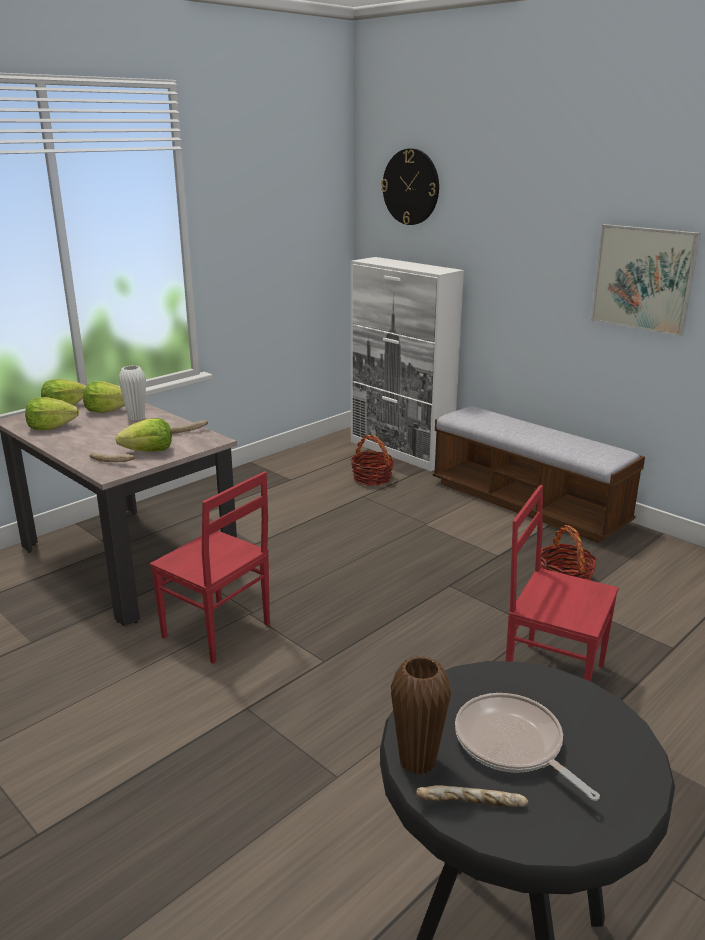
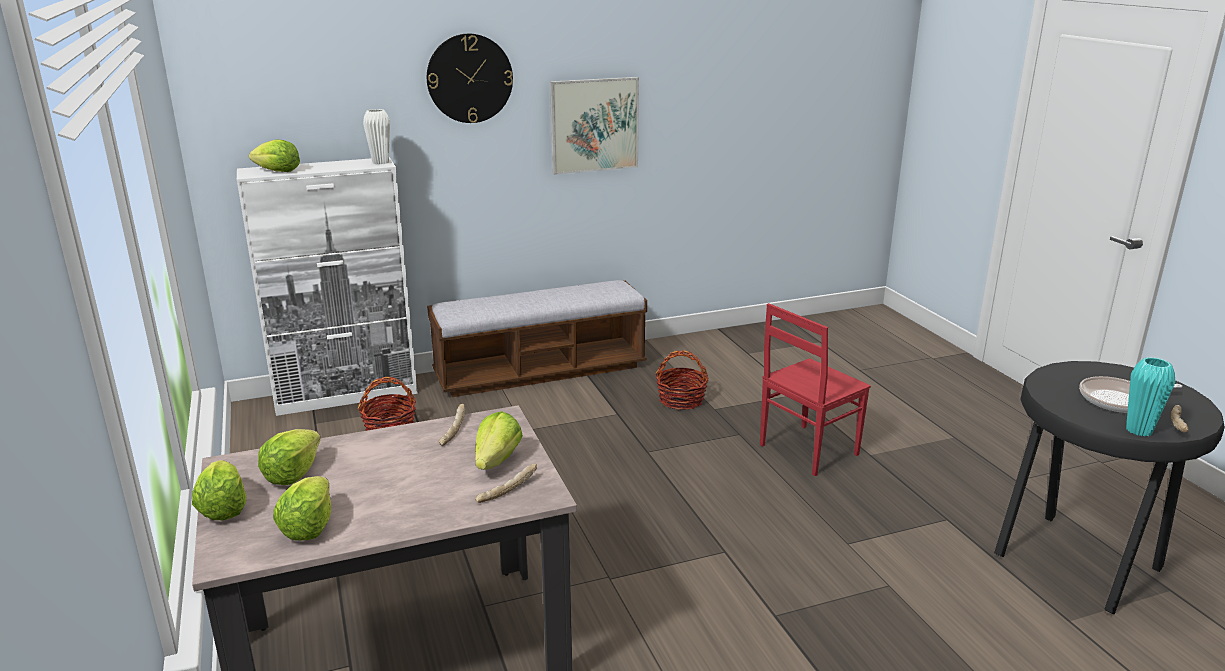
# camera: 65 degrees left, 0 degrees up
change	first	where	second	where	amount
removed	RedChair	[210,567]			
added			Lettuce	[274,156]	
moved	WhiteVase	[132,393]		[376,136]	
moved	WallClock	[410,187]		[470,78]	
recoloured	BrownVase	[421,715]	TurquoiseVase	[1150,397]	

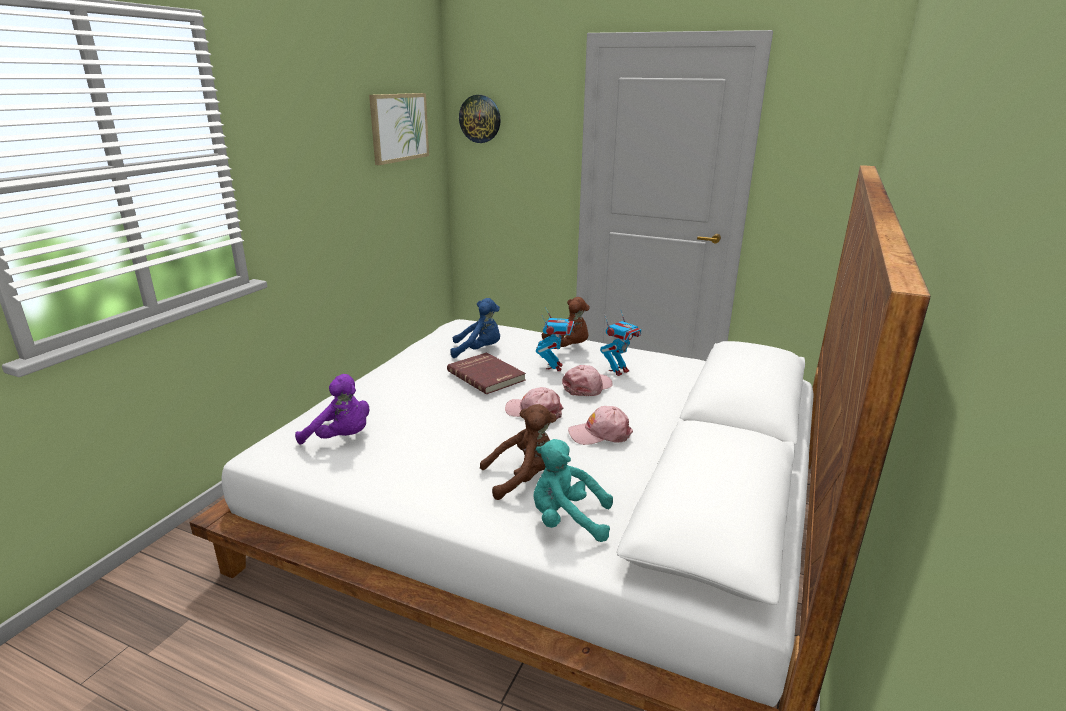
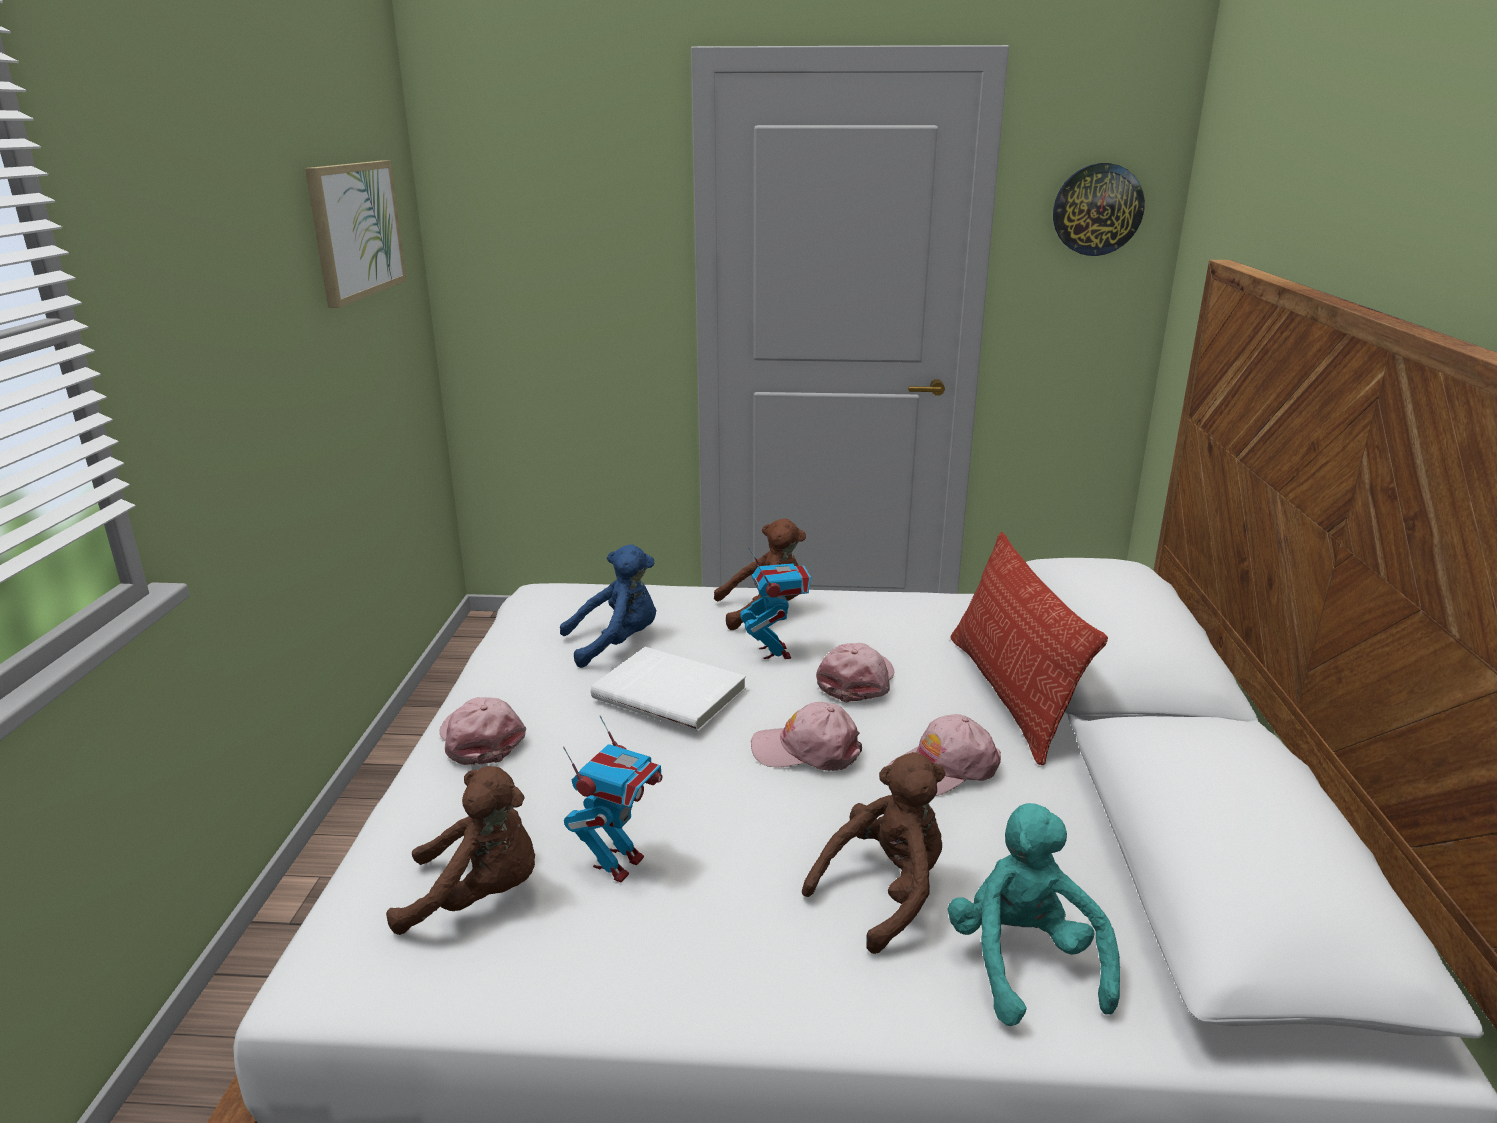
# camera: 20 degrees left, 0 degrees up
change	first	where	second	where	amount
added			PinkCap	[482,731]	
added			Pillow	[1029,648]	
moved	WallClock	[480,119]		[1099,209]	
moved	ToyRobot	[620,342]		[612,799]	
recoloured	PurplePlushToy	[332,409]	BrownPlushToy	[460,850]	
recoloured	RedBook	[486,373]	WhiteBook	[668,689]	
turned	TurquoisePlushToy	[573,490]		[1033,914]	90 degrees clockwise

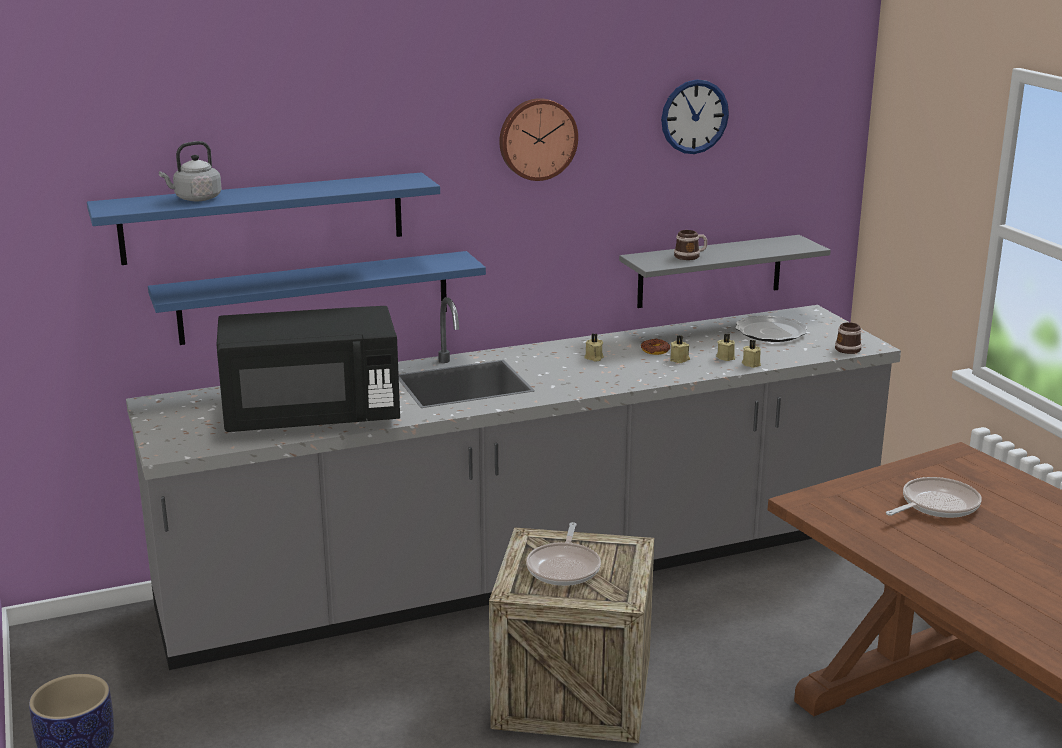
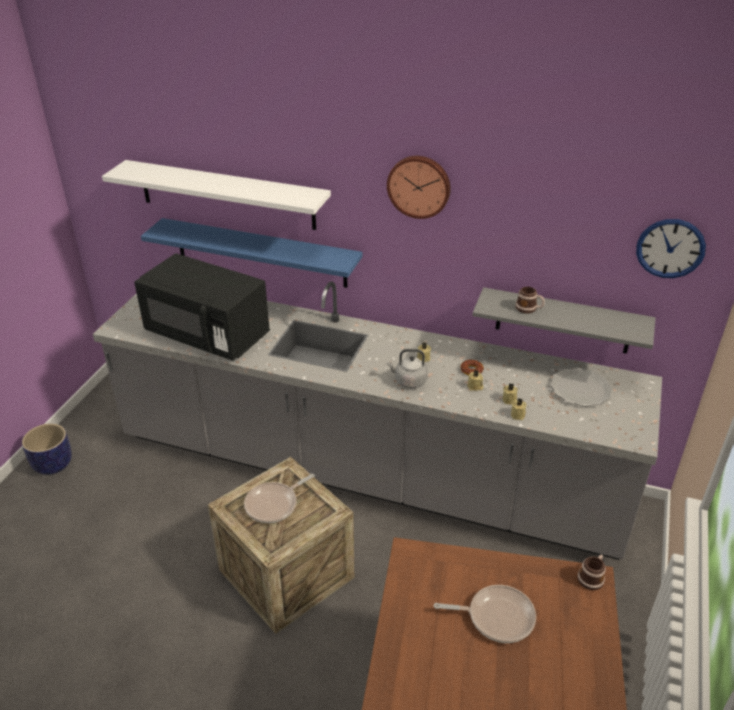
# camera: 40 degrees right, 15 degrees up
change	first	where	second	where	amount
moved	GreyKettle	[190,171]		[407,368]	
moved	WallClock	[695,116]		[671,248]	
moved	Mug	[848,338]		[592,572]	
recoloured	BlueShelf	[263,218]	WhiteShelf	[216,195]	

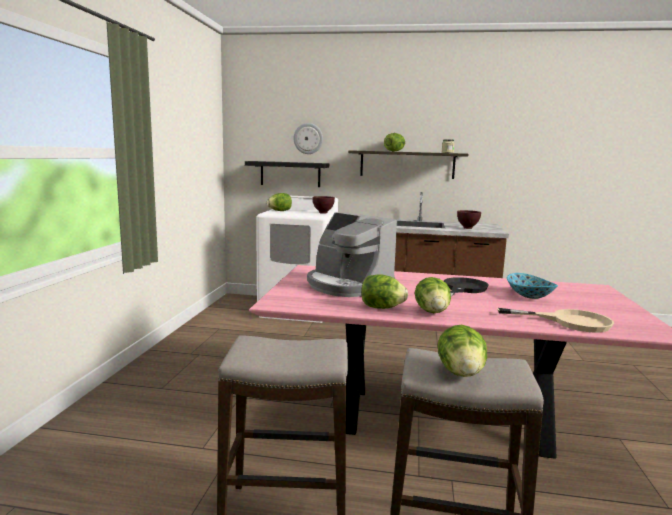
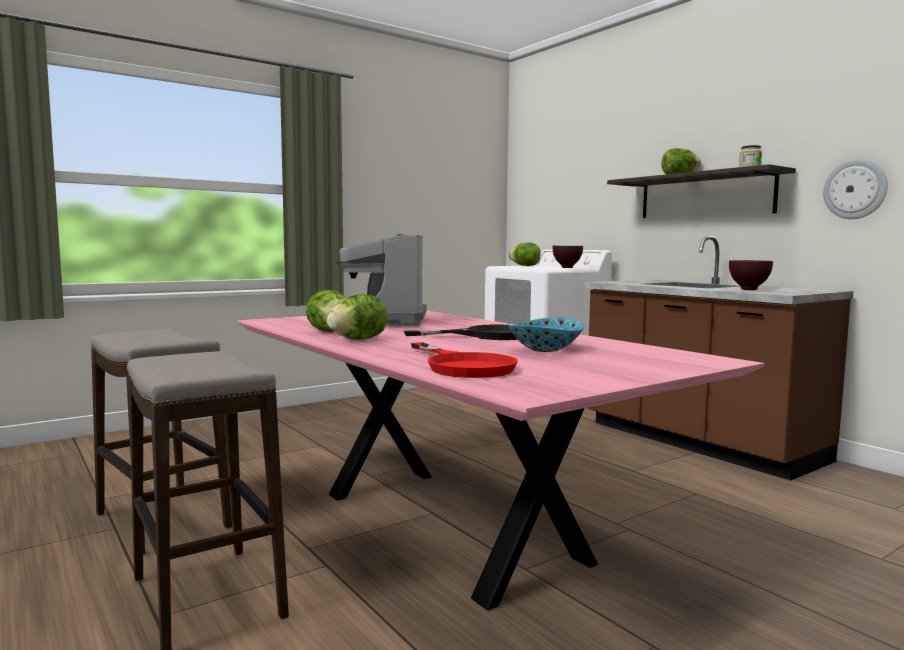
# camera: 45 degrees right, 5 degrees down
change	first	where	second	where	amount
removed	BlackShelf	[287,174]			
removed	Lettuce	[462,351]			
moved	WallClock	[308,138]		[855,189]	
recoloured	BeigeFryingPan	[555,320]	RedFryingPan	[464,360]	

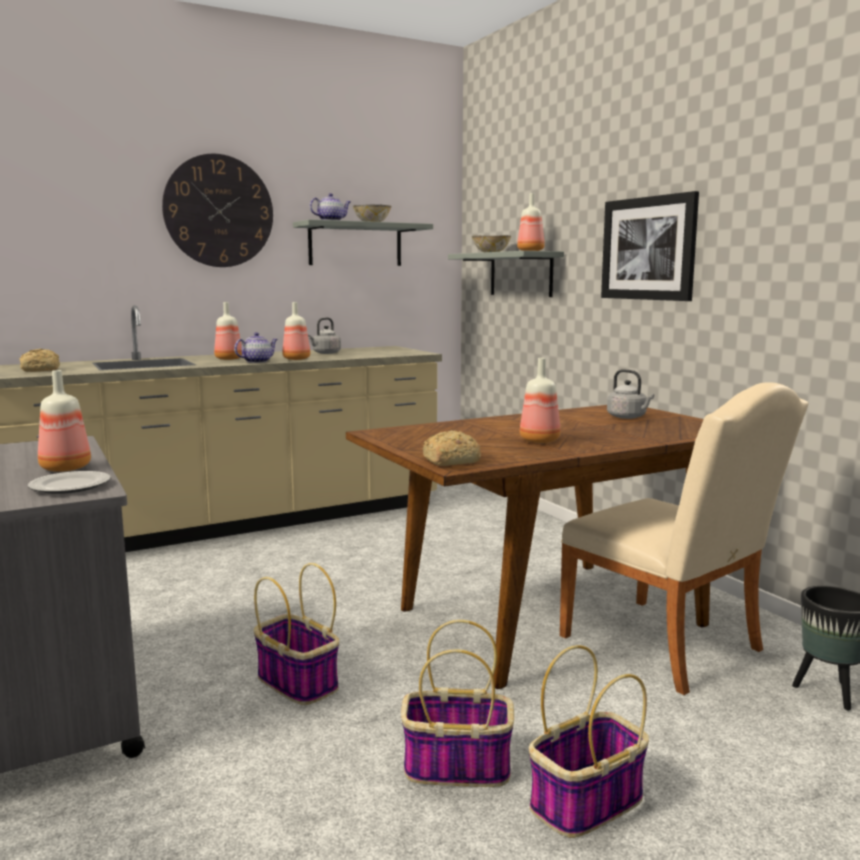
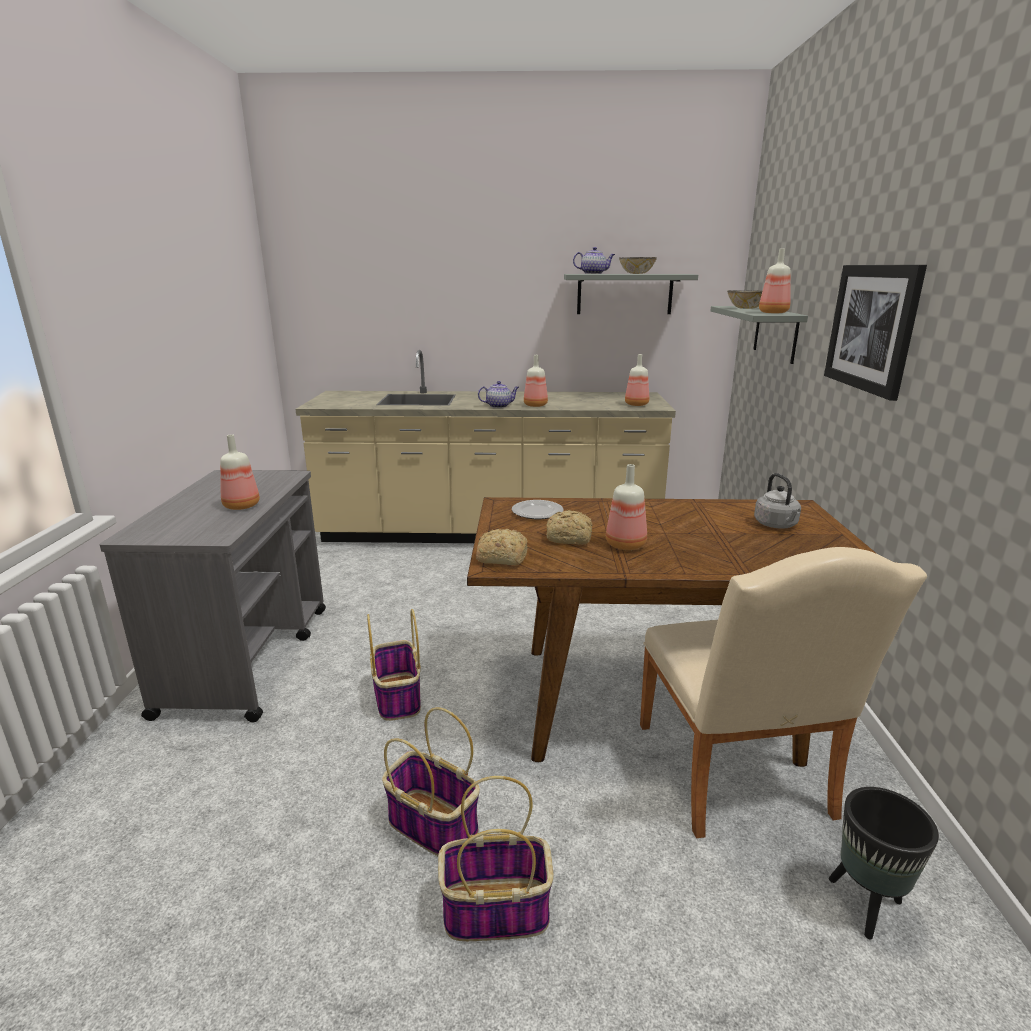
# camera: 30 degrees right, 10 degrees up
change	first	where	second	where	amount
removed	WallClock	[217,210]			
removed	GreyKettle	[324,335]			
moved	Bread	[40,360]		[569,527]	
moved	Plate	[69,482]		[538,509]	
moved	Bottle	[228,331]		[637,380]	

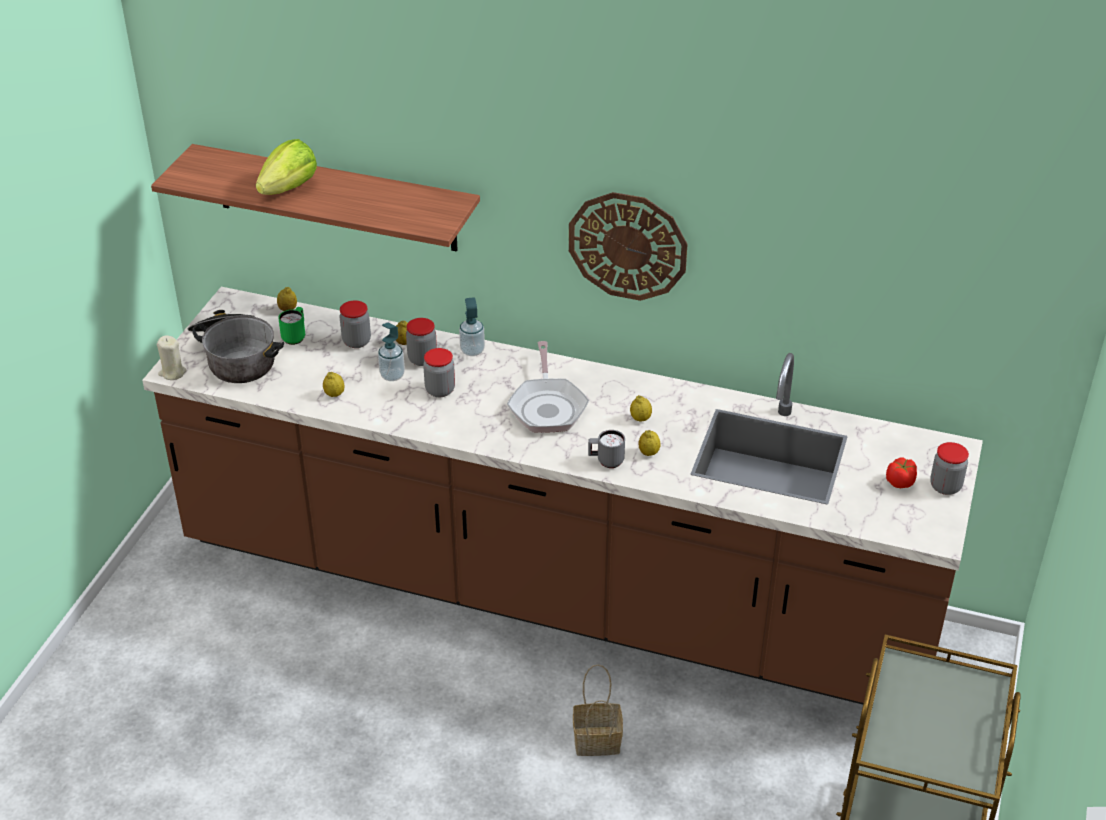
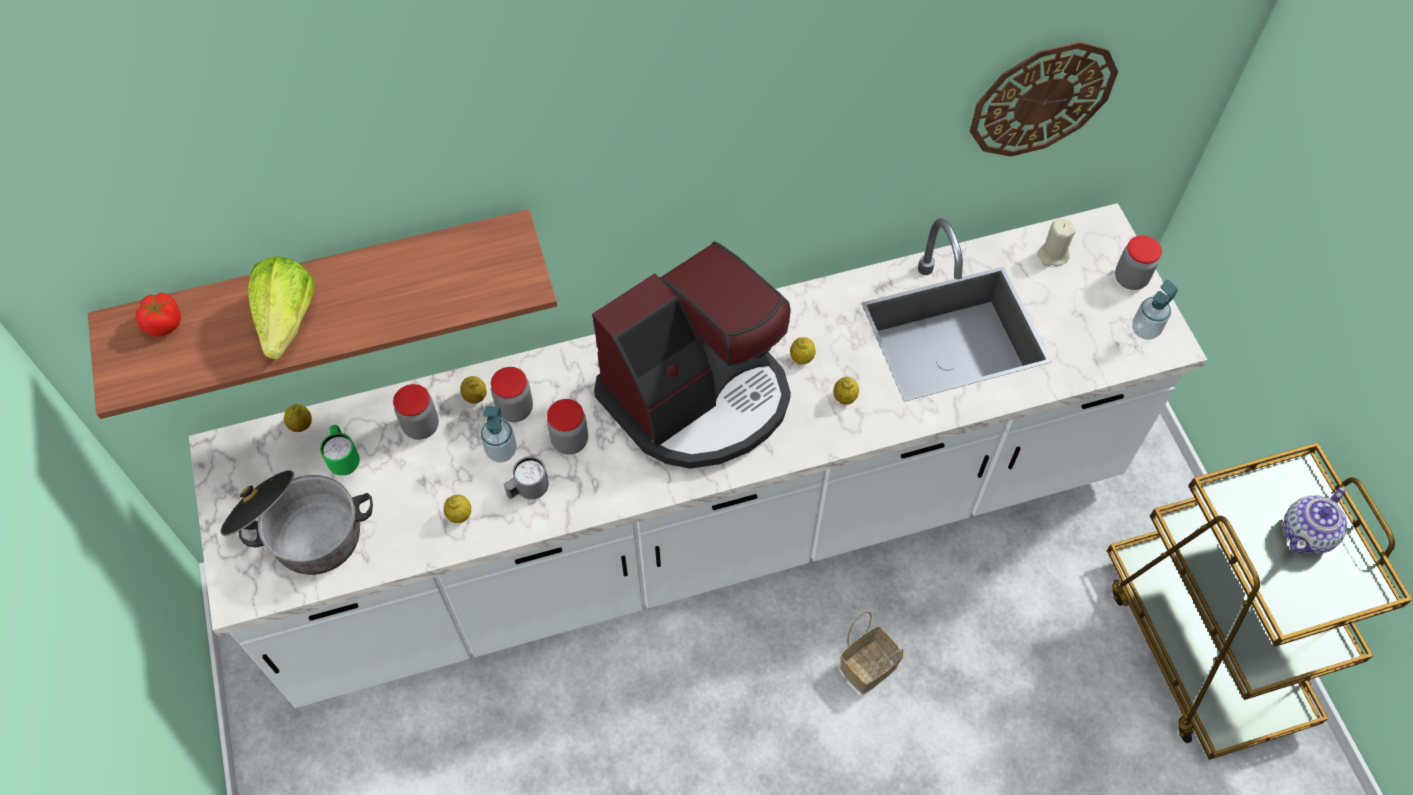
# camera: 35 degrees left, 20 degrees up
change	first	where	second	where	amount
added			Teapot	[1315,520]	
moved	BeigeCandle	[172,357]		[1057,242]	
moved	SoapDispenser	[472,326]		[1155,310]	
moved	WallClock	[628,246]		[1044,99]	
moved	GreyMug	[606,449]		[526,477]	
moved	Tomato	[901,473]		[158,315]	
replaced	FryingPan	[548,387]	CoffeeMachine	[691,355]	
recoloured	BrownCounter	[562,496]	WhiteCounter	[698,455]	

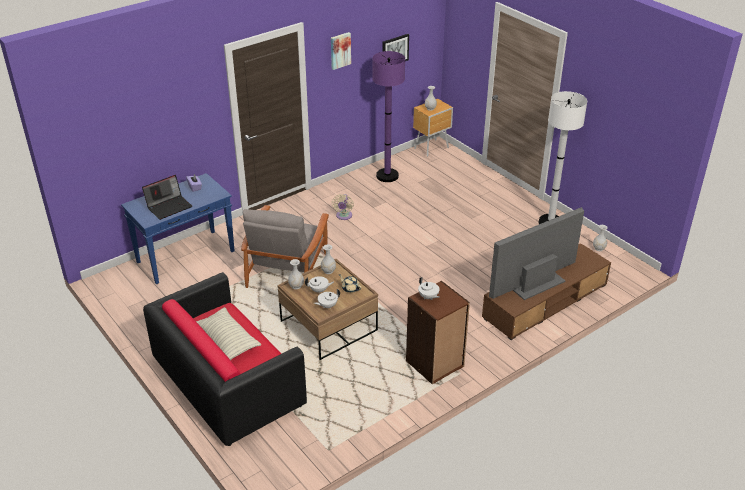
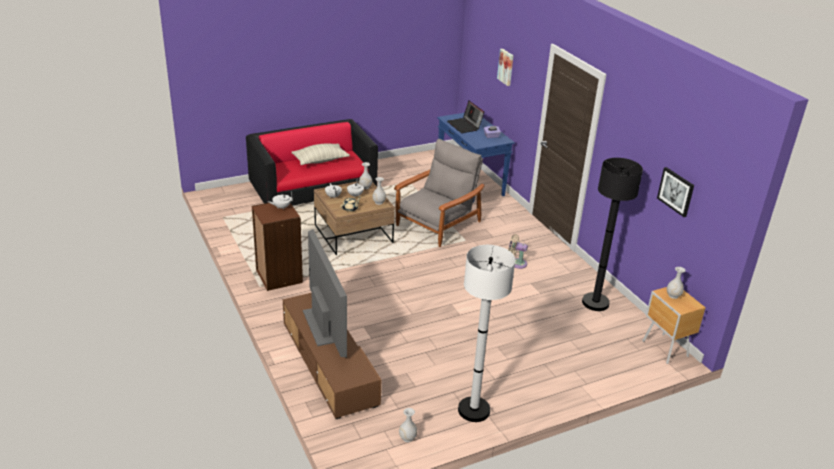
# camera: 100 degrees right, 5 degrees down
change	first	where	second	where	amount
moved	Picture	[341,51]		[505,67]	
recoloured	PurpleFloorLamp	[388,116]	BlackFloorLamp	[612,234]	
turned	GreyArmchair	[285,246]		[439,193]	105 degrees clockwise

